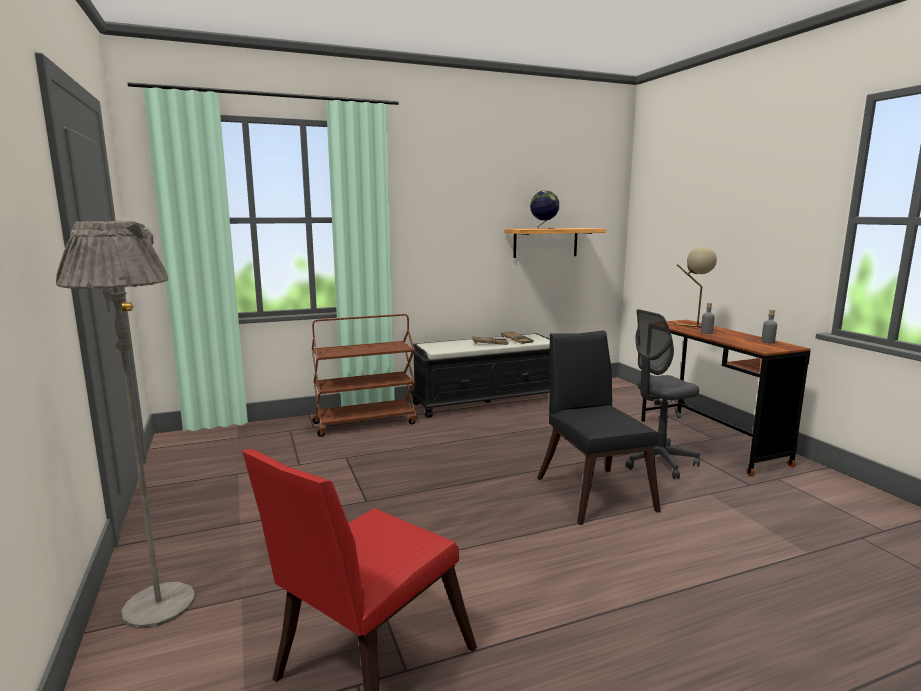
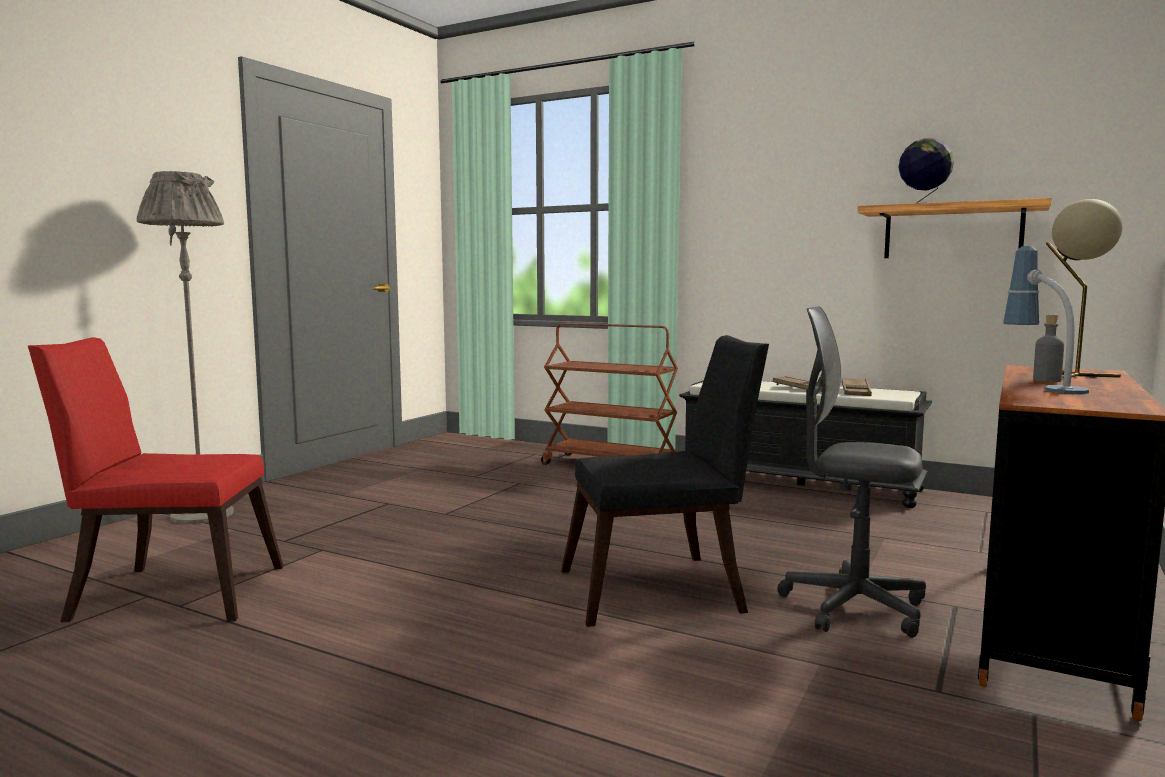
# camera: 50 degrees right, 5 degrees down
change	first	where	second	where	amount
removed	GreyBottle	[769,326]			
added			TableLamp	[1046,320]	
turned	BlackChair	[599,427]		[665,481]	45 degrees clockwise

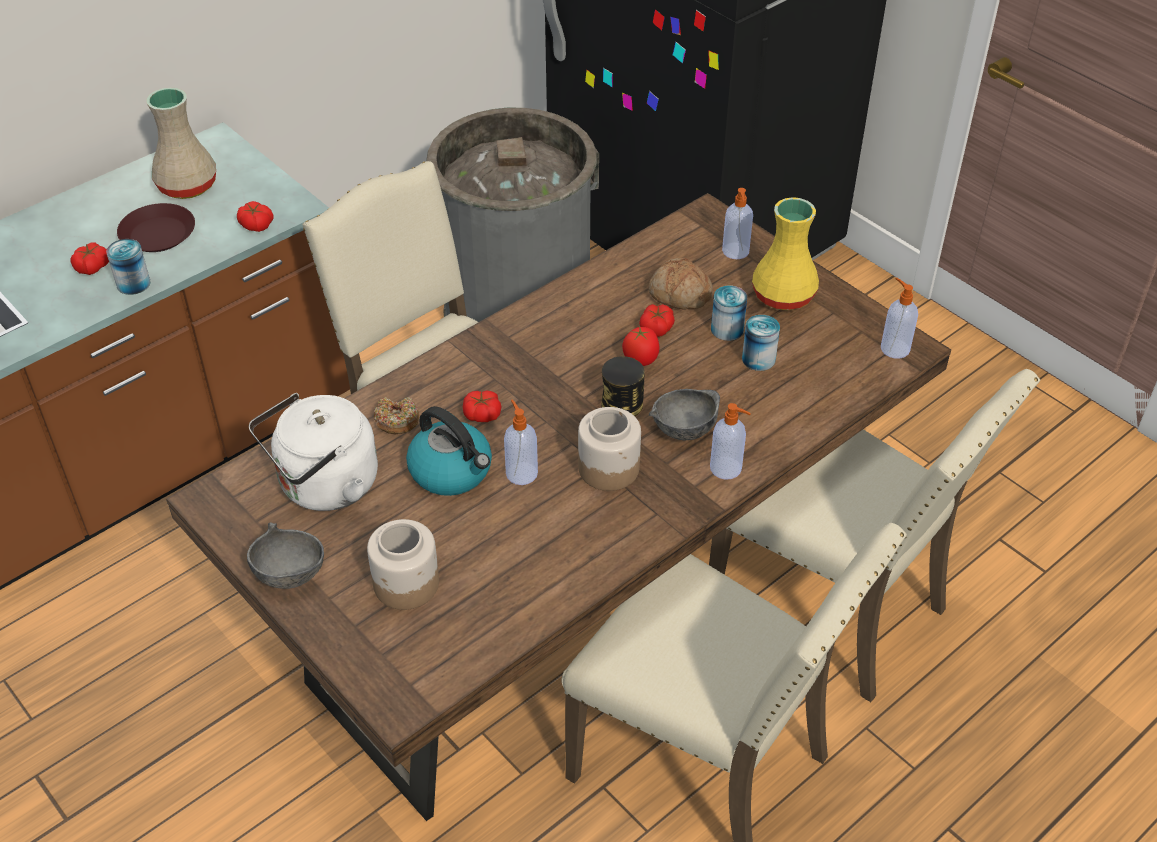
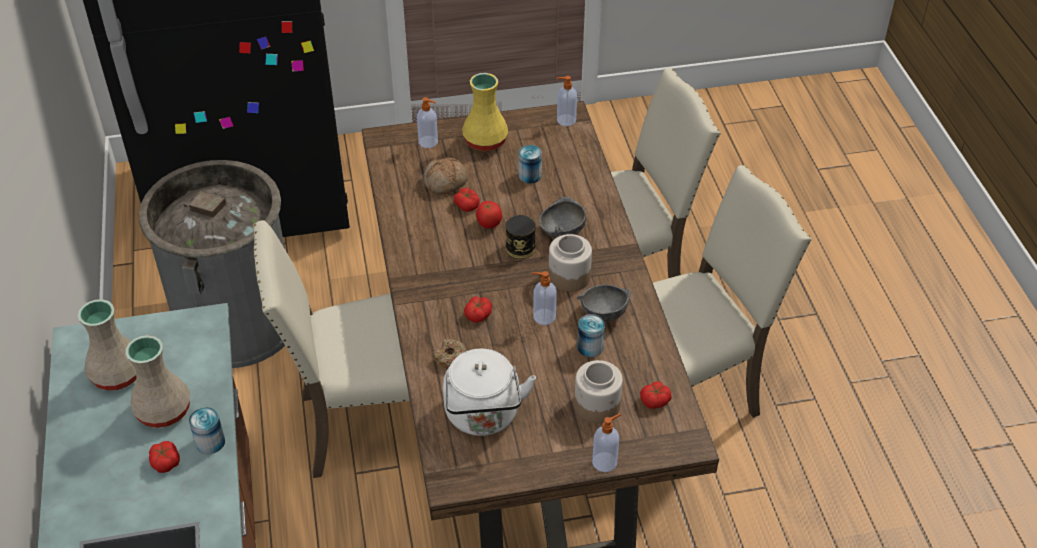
# camera: 60 degrees left, 0 degrees up
change	first	where	second	where	amount
removed	Kettle	[449,451]			
moved	Tomato	[255,216]		[656,395]	
moved	GreyBowl	[285,555]		[604,303]	
moved	SoapDispenser	[730,441]		[606,443]	
moved	Can	[729,313]		[591,335]	
replaced	BrownPlate	[156,227]	BeigeVase	[157,381]	

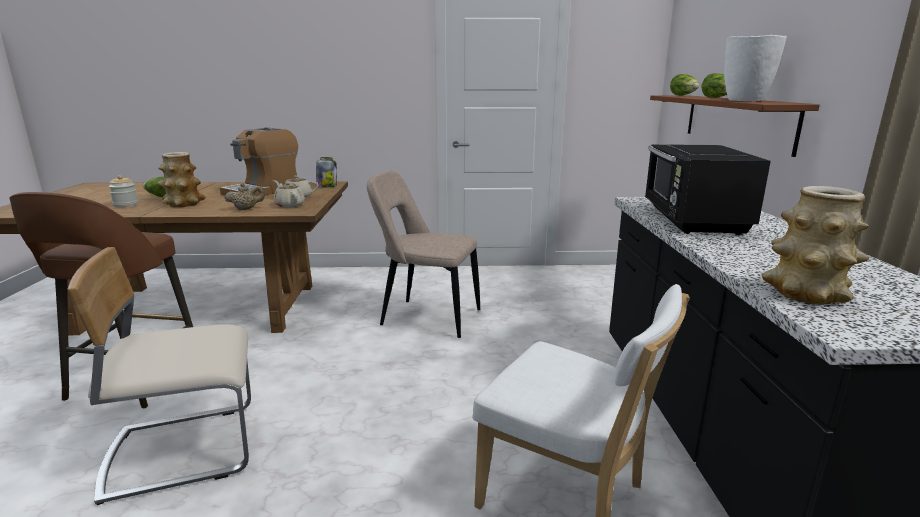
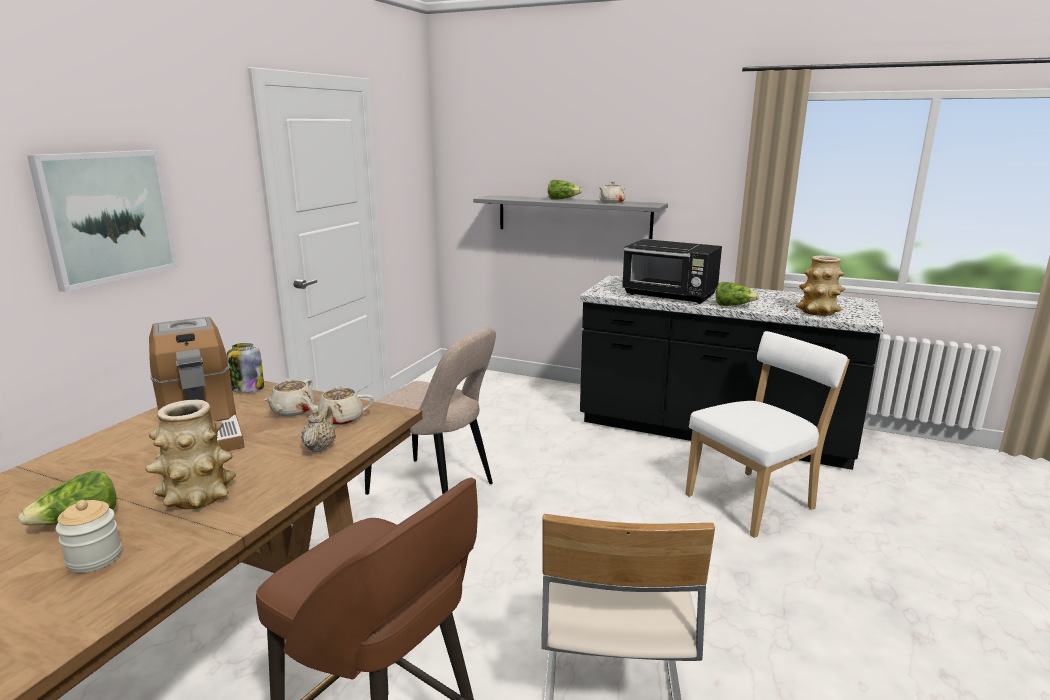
# camera: 65 degrees left, 0 degrees up
change	first	where	second	where	amount
added			Picture	[102,221]	
moved	Lettuce	[684,85]		[737,294]	
replaced	WhiteVase	[755,68]	BeigeTeapot	[612,192]	
recoloured	BrownShelf	[735,126]	GreyShelf	[570,217]	
turned	BeigeChair	[423,254]		[430,411]	105 degrees counterclockwise

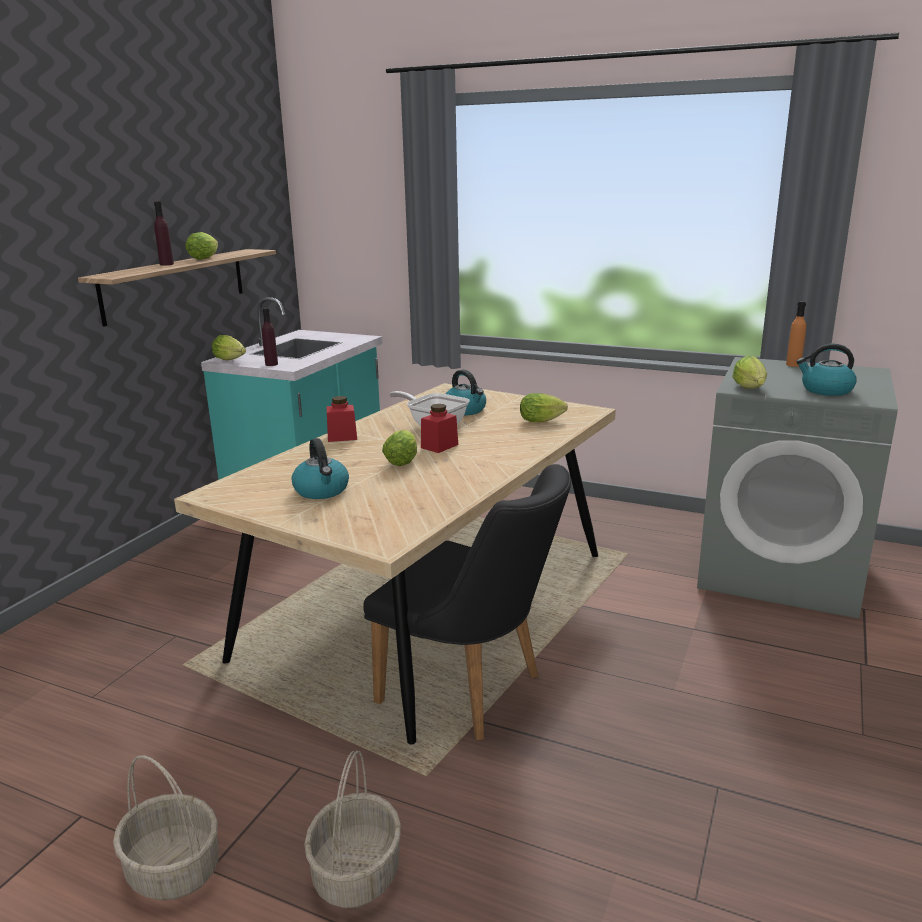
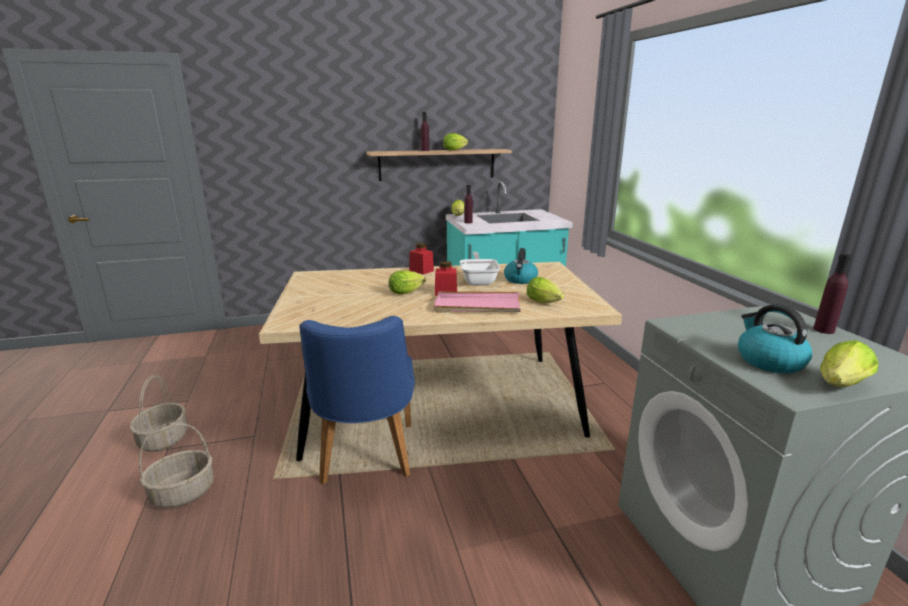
# camera: 50 degrees right, 0 degrees up
change	first	where	second	where	amount
removed	Kettle	[320,468]			
added			PinkTray	[477,302]	
moved	Lettuce	[749,372]		[849,363]	
recoloured	BlackChair	[467,602]	BlueChair	[357,400]	
recoloured	OrangeBottle	[796,334]	PurpleBottle	[832,293]	

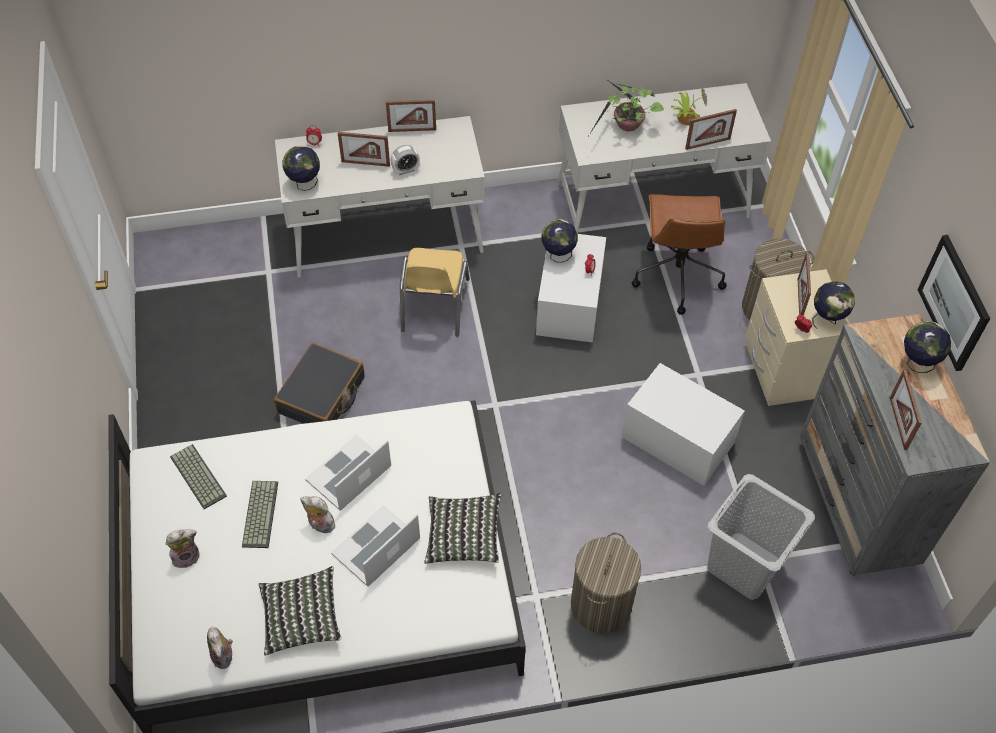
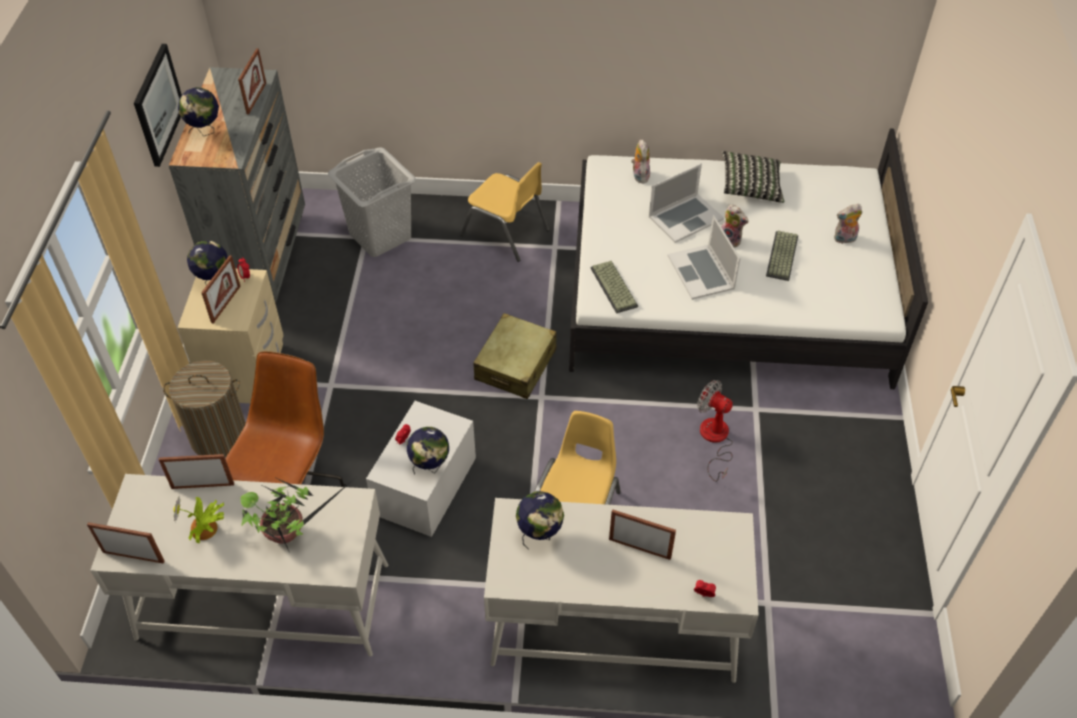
# camera: 165 degrees left, 5 degrees down
change	first	where	second	where	amount
removed	AlarmClock	[405,160]			
removed	Pillow	[462,528]			
removed	WhiteStorageBox	[683,424]			
added			BeigeSuitcase	[515,356]	
moved	Keyboard	[198,476]		[614,287]	
moved	PlushToy	[220,647]		[640,161]	
moved	Globe	[301,168]		[540,520]	
moved	PictureFrame	[411,116]		[126,543]	
replaced	BlackSuitcase	[319,383]	Fan	[715,431]	
replaced	LaundryBasket	[606,582]	YellowChair	[505,212]	
turned	Laptop	[348,473]		[704,257]	105 degrees clockwise

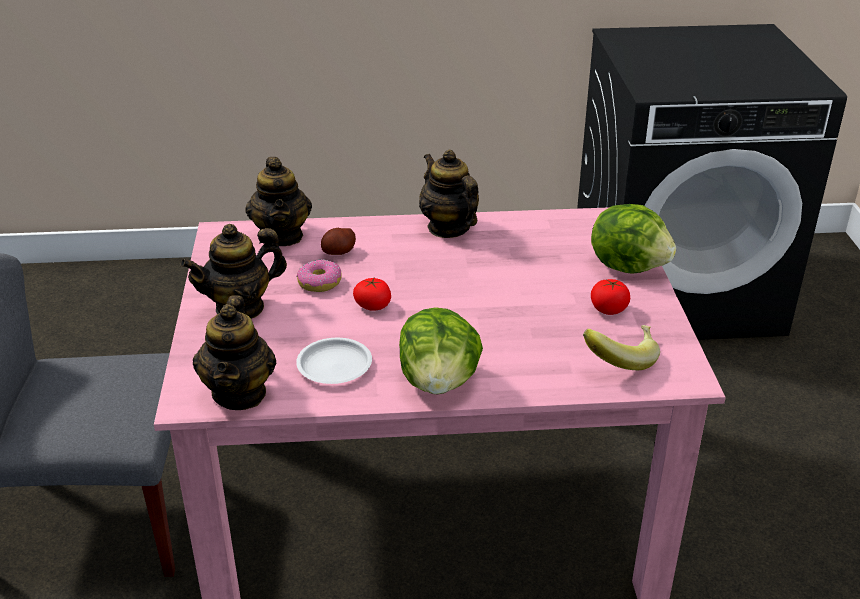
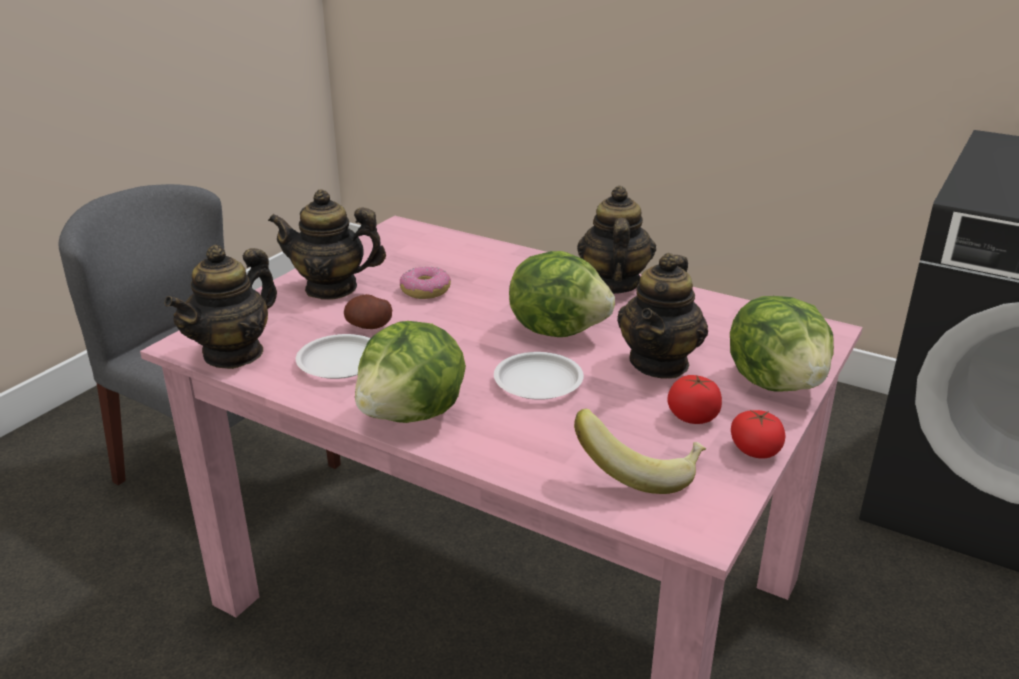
# camera: 35 degrees right, 5 degrees down
change	first	where	second	where	amount
added			WhitePlate	[539,376]	
added			Lettuce	[562,294]	
moved	Teapot	[278,201]		[662,315]	
moved	Potato	[338,241]		[368,311]	
moved	Tomato	[372,294]		[758,434]	

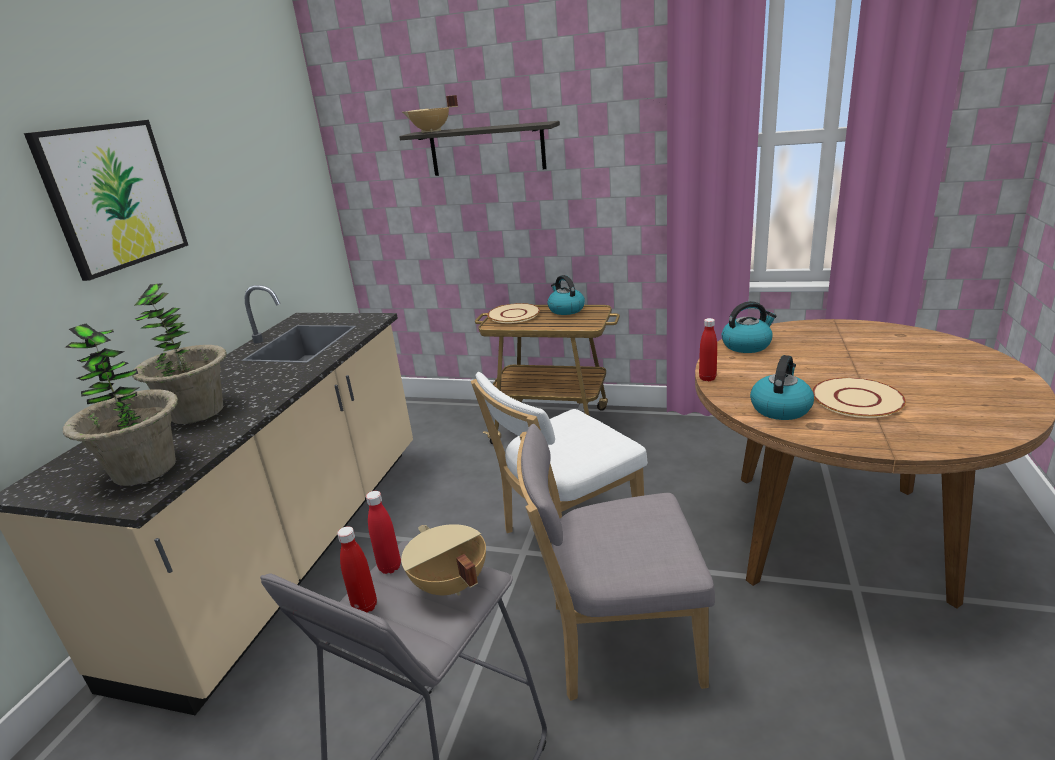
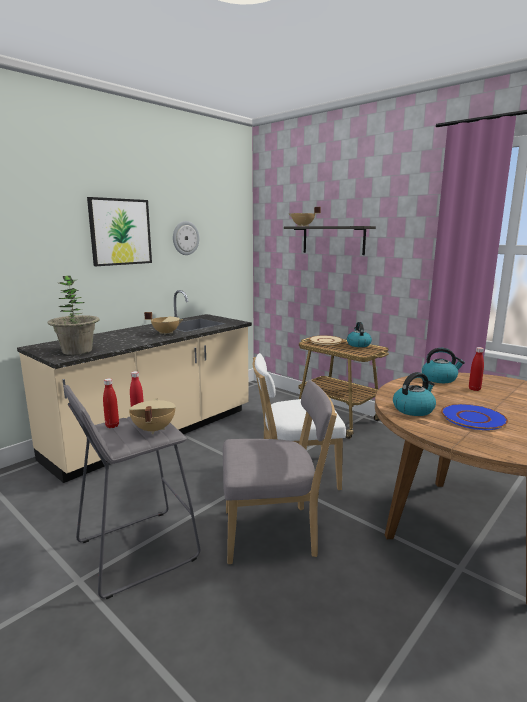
# camera: 25 degrees right, 10 degrees down
change	first	where	second	where	amount
removed	PottedPlant	[179,354]			
added			BeigeCookingPot	[163,323]	
added			WallClock	[186,238]	
moved	RedBottle	[708,349]		[476,369]	
recoloured	BeigePlate	[859,397]	BluePlate	[474,417]	
turned	GreyChair	[616,562]		[280,472]	150 degrees clockwise

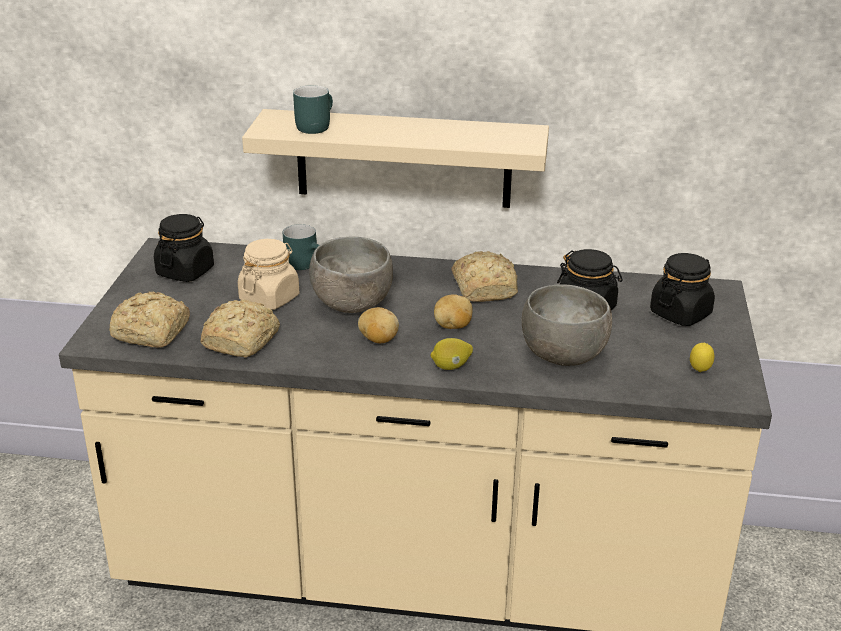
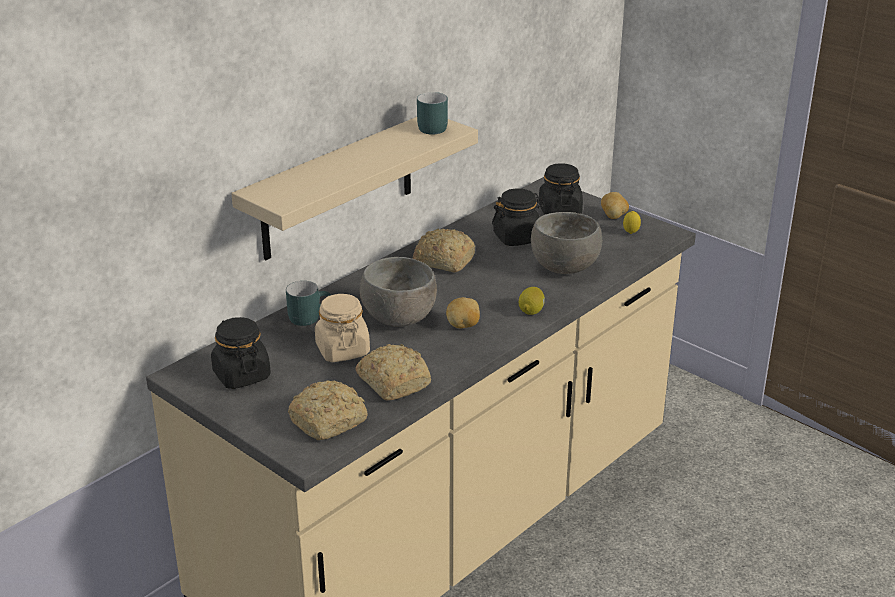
# camera: 55 degrees left, 0 degrees up
change	first	where	second	where	amount
moved	TurquoiseMug	[313,109]		[432,113]	
moved	Potato	[453,311]		[615,205]	

